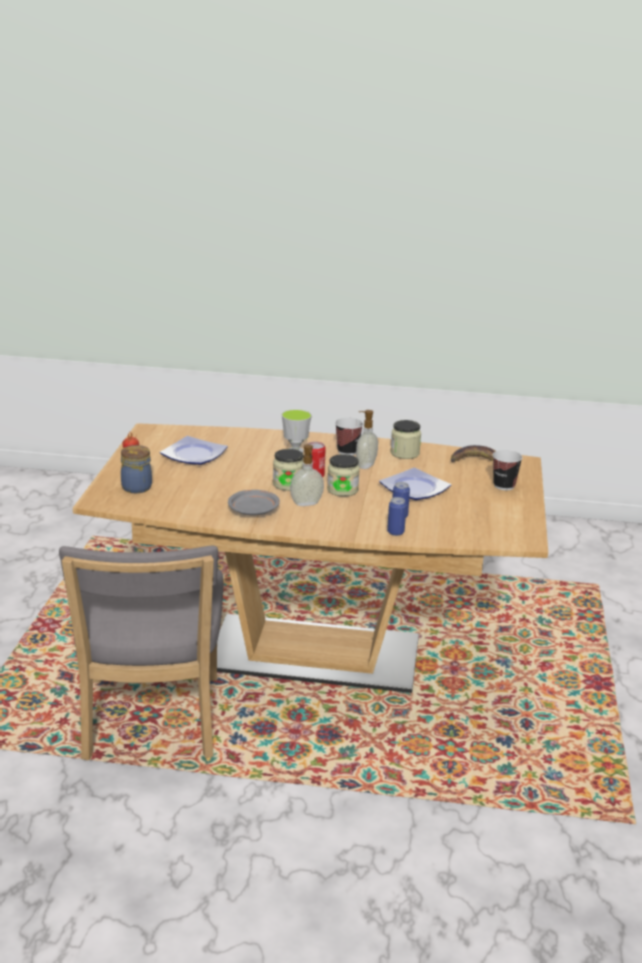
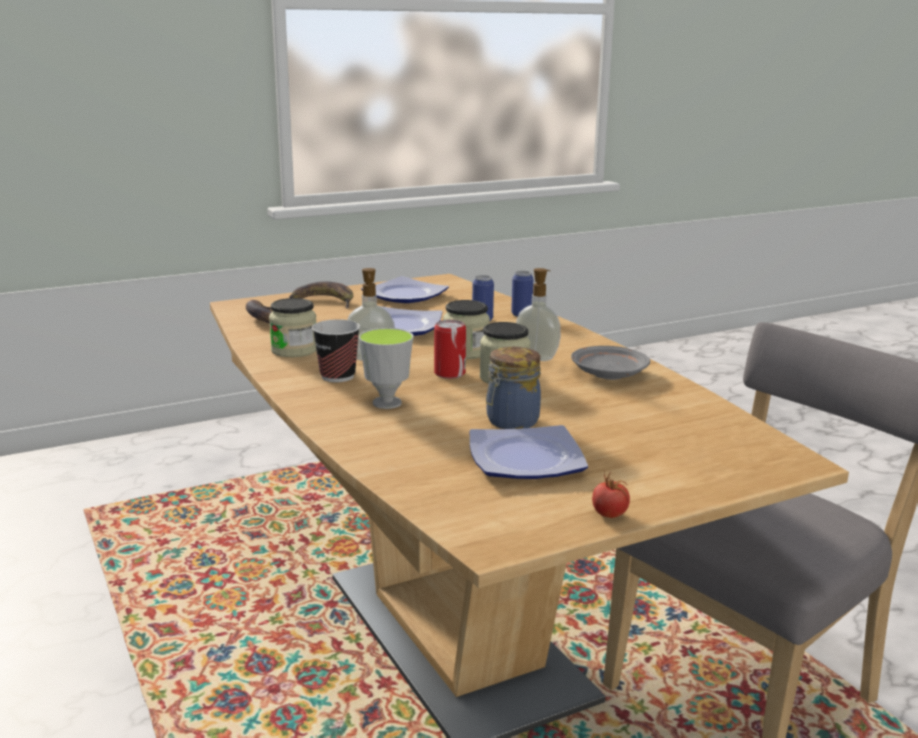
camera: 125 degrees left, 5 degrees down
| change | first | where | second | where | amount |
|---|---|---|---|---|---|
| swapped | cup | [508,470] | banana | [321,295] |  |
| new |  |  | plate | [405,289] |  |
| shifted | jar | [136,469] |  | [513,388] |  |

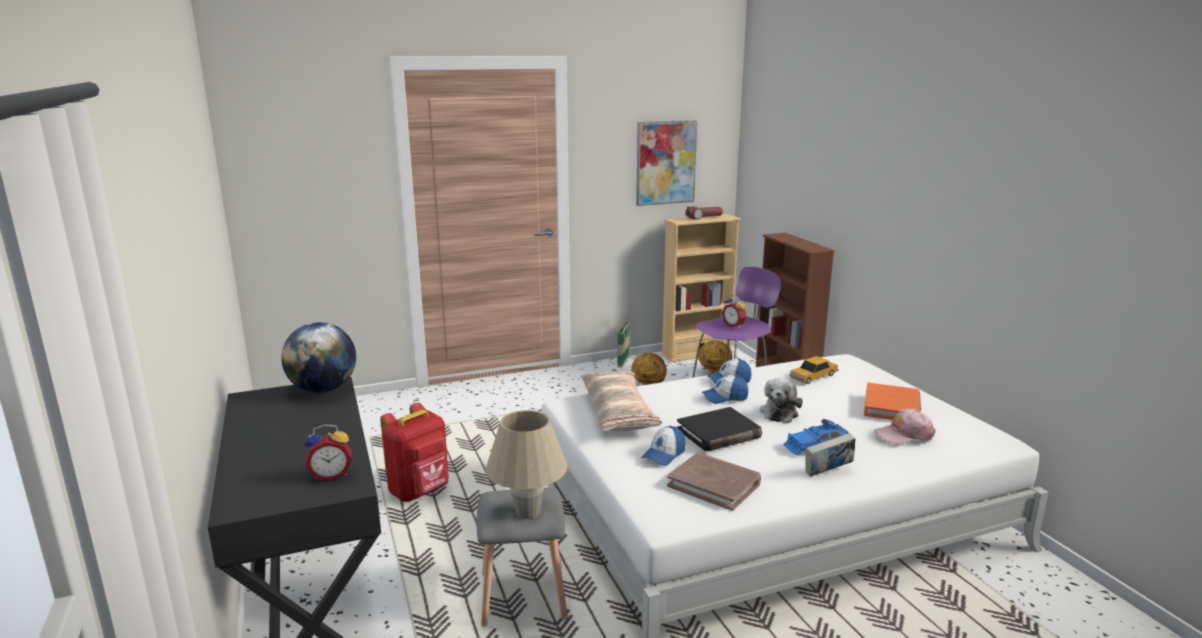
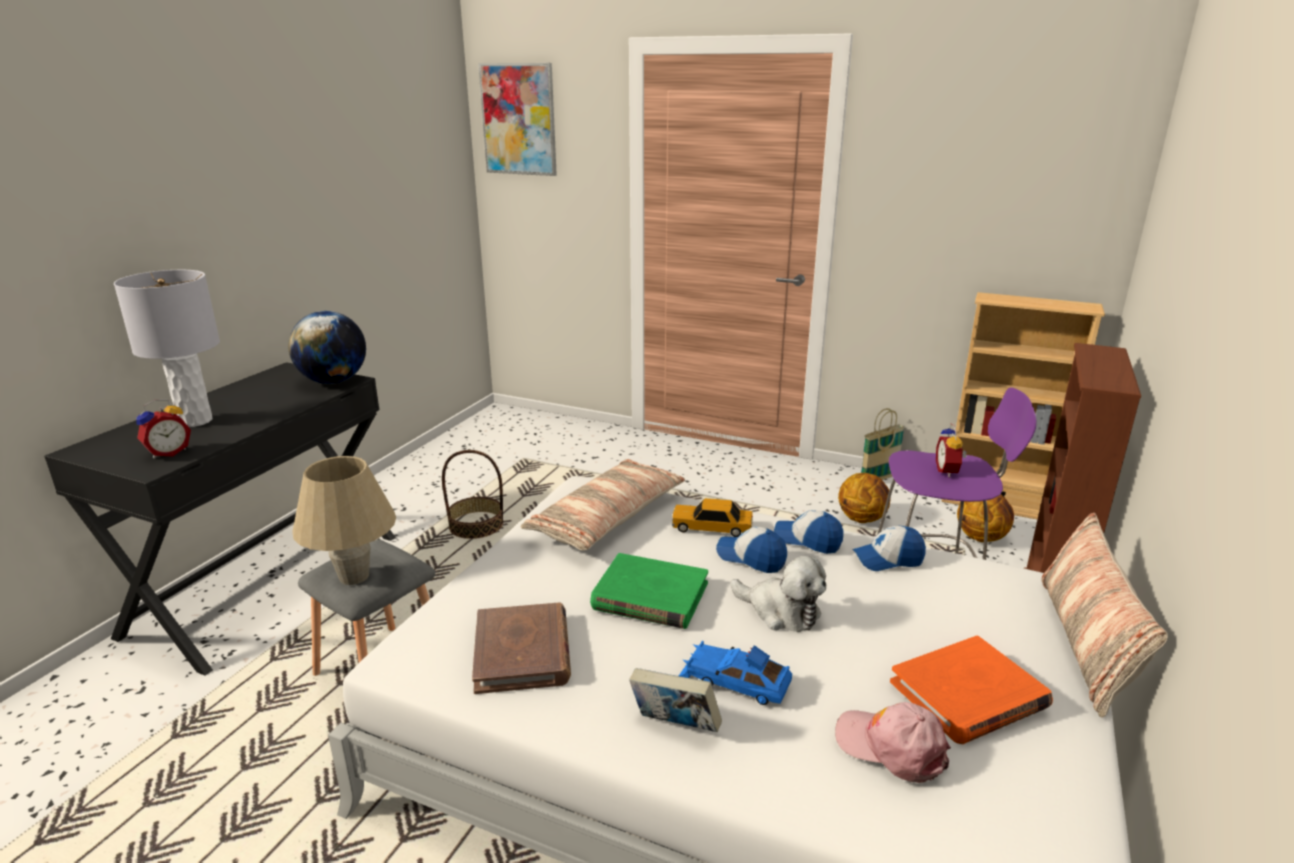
camera: 45 degrees right, 5 degrees up
| change | first | where | second | where | amount |
|---|---|---|---|---|---|
| new |  |  | table lamp (grey) | [167,348] |  |
| rotated | alarm clock | [328,452] |  | [163,429] | 75 degrees counterclockwise |
| swapped | backpack (red) | [414,452] | basket | [472,494] |  |
| shifted | picture | [666,163] |  | [517,119] |  |
| repainted | book (black) | [719,429] | book (green) | [649,591] |  |
| shifted | toy car | [814,370] |  | [712,517] |  |
| rotated | plush toy | [781,400] |  | [778,594] | 120 degrees counterclockwise |
| shifted | cap | [663,446] |  | [889,548] |  |
| new |  |  | pillow | [1104,615] |  |
| gone | flashlight | [704,213] |  |  |  |

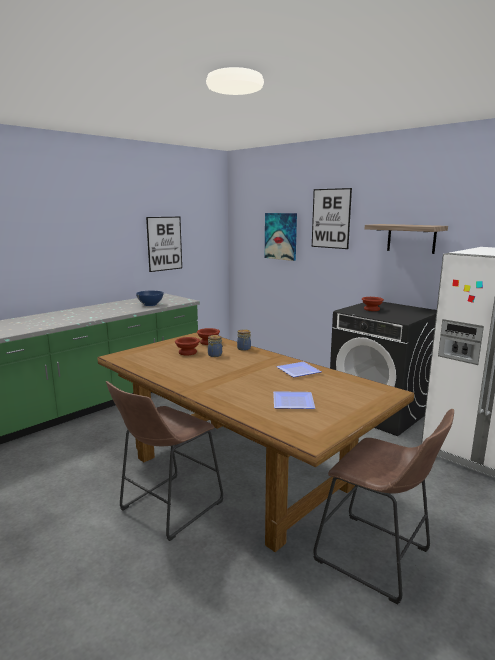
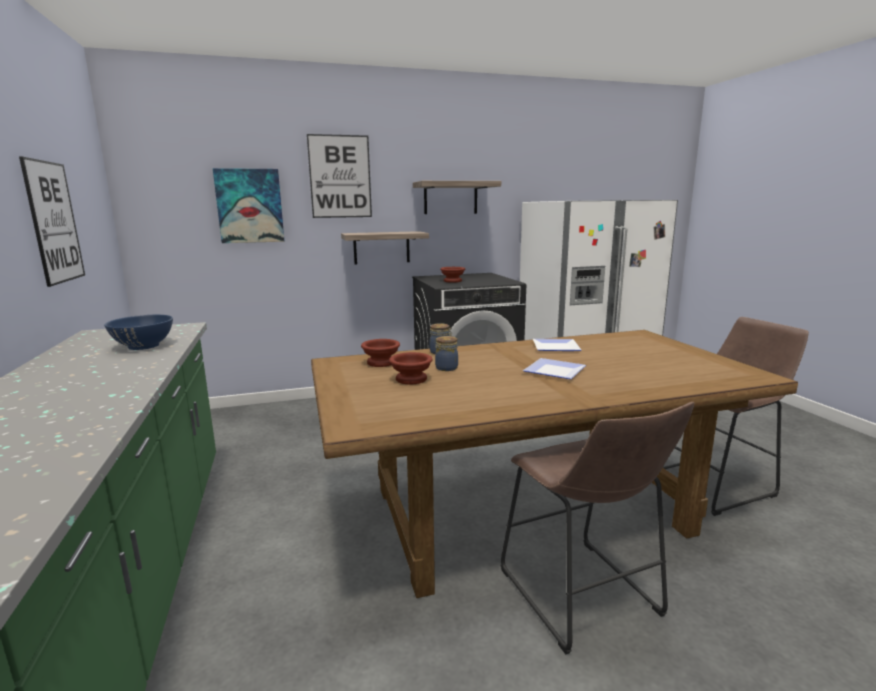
camera: 60 degrees left, 0 degrees up
| change | first | where | second | where | amount |
|---|---|---|---|---|---|
| new |  |  | shelf | [385,247] |  |
| shifted | plate | [294,400] |  | [554,368] |  |

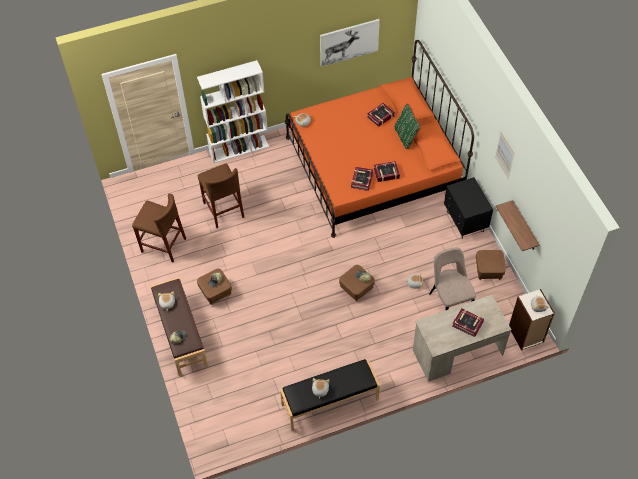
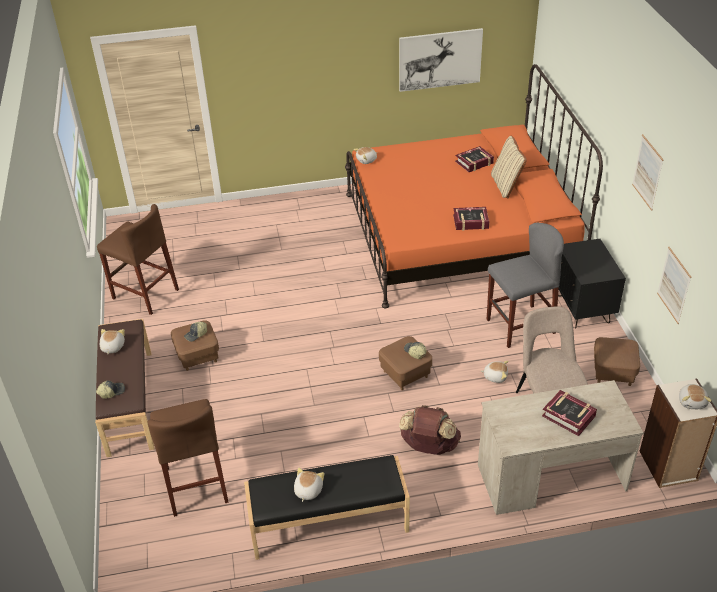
camera: 10 degrees right, 15 degrees down
| change | first | where | second | where | amount |
|---|---|---|---|---|---|
| shifted | stool (brown) | [220,196] |  | [188,458] |  |
| new |  |  | backpack (brown) | [430,430] |  |
| new |  |  | stool (grey) | [525,285] |  |
| repainted | pillow (green) | [407,126] | pillow (beige) | [509,166] |  |
| swapped | shelf | [518,225] | picture | [674,285] |  |
| gone | bookcase (white) | [233,111] |  |  |  |
| gone | book | [362,179] |  |  |  |

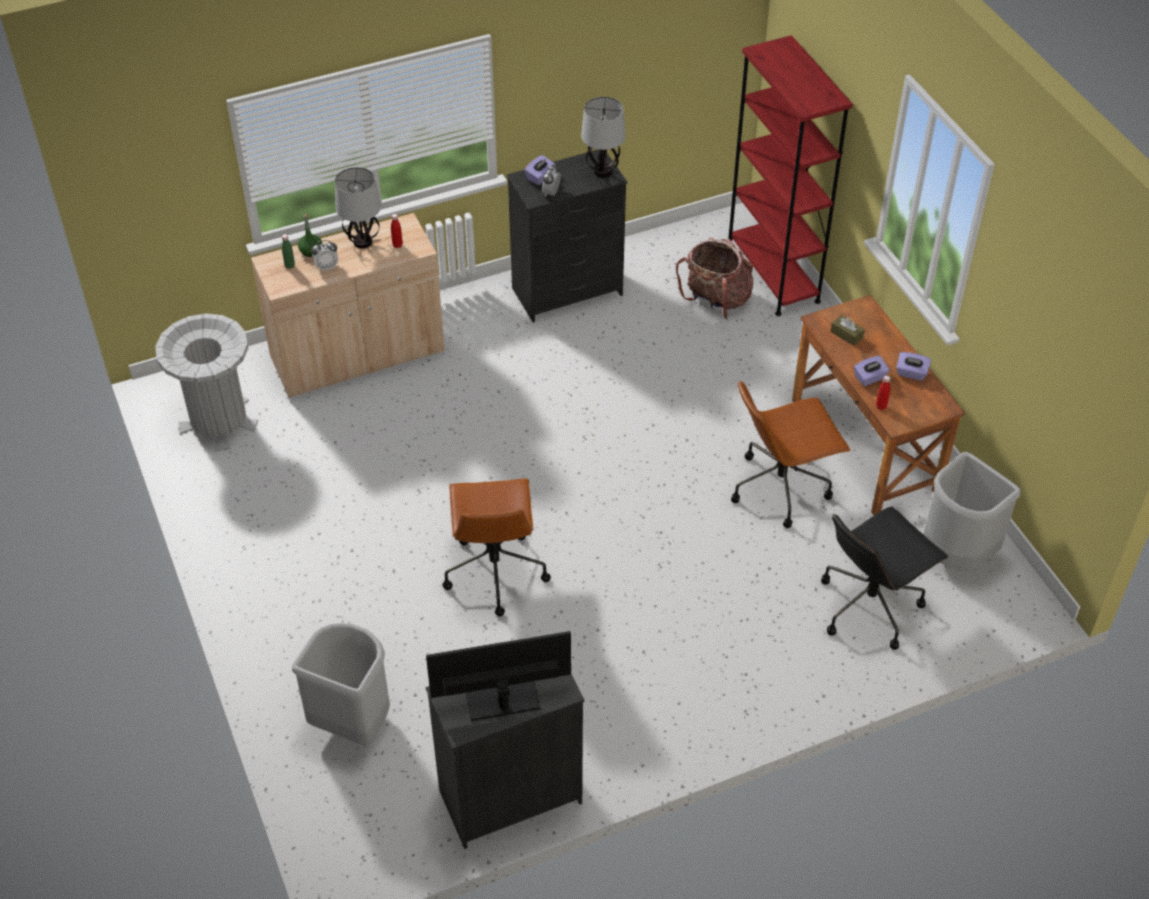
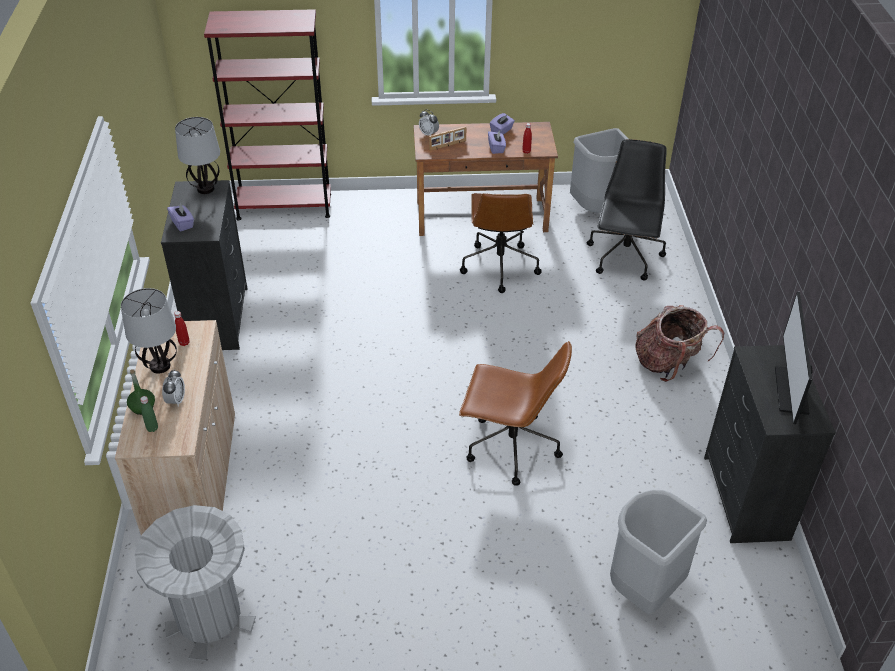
camera: 70 degrees left, 5 degrees down
| change | first | where | second | where | amount |
|---|---|---|---|---|---|
| shifted | alarm clock | [551,180] |  | [429,122] |  |
| swapped | tissue box (brown) | [847,330] | picture frame | [447,138] |  |
| rotated | office chair (black) | [884,578] |  | [627,209] | 150 degrees counterclockwise |
| shifted | backpack | [714,278] |  | [680,343] |  |

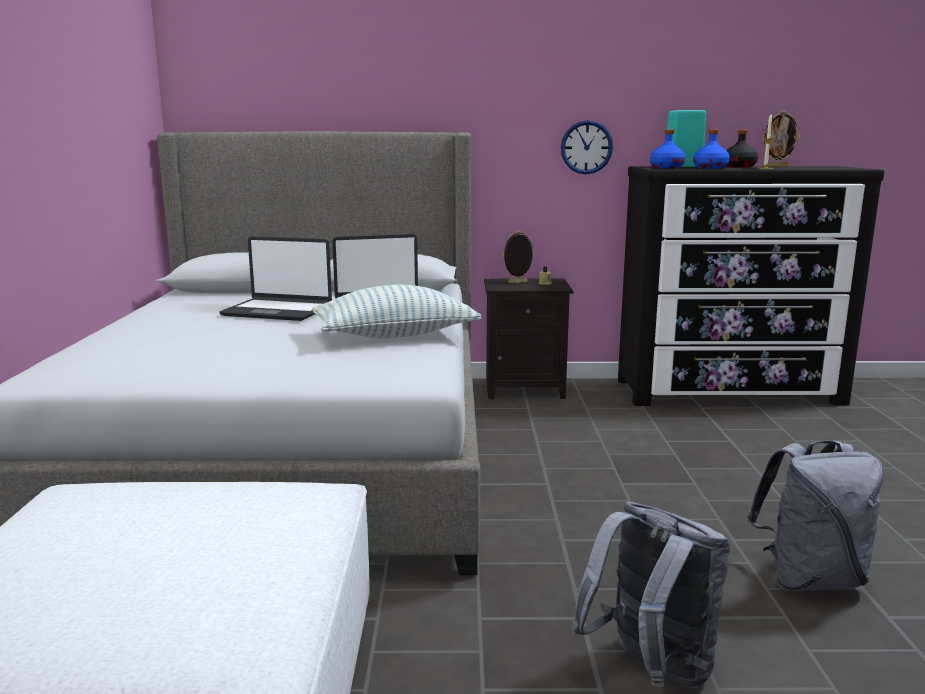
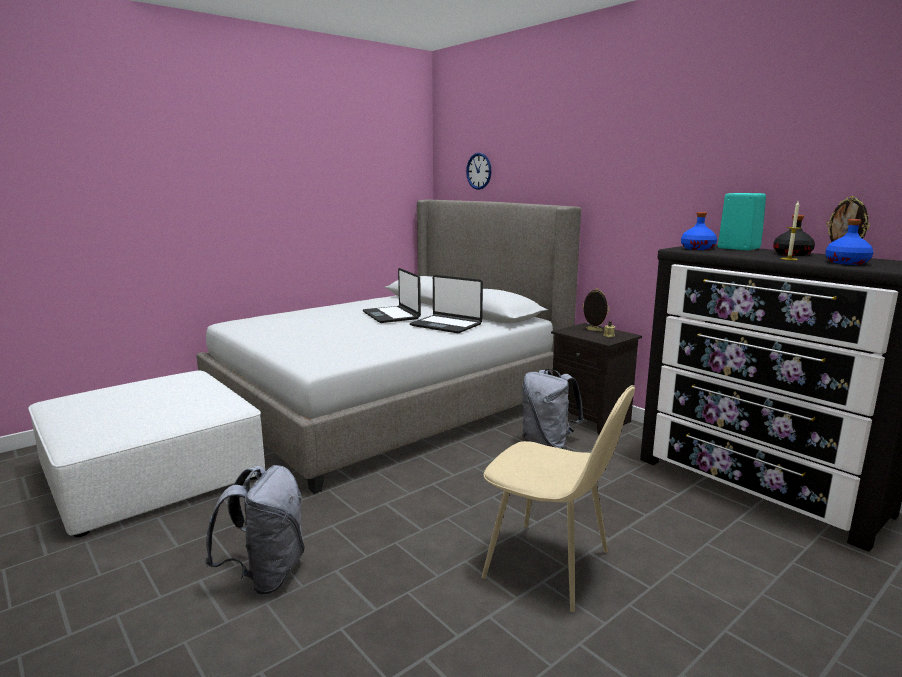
camera: 50 degrees right, 0 degrees up
| change | first | where | second | where | amount |
|---|---|---|---|---|---|
| shifted | wall clock | [587,147] |  | [479,171] |  |
| new |  |  | chair (beige) | [558,498] |  |
| shifted | backpack (grey) | [815,515] |  | [552,409] |  |
| shifted | bottle (blue) | [711,149] |  | [849,242] |  |
| gone | pillow | [397,311] |  |  |  |

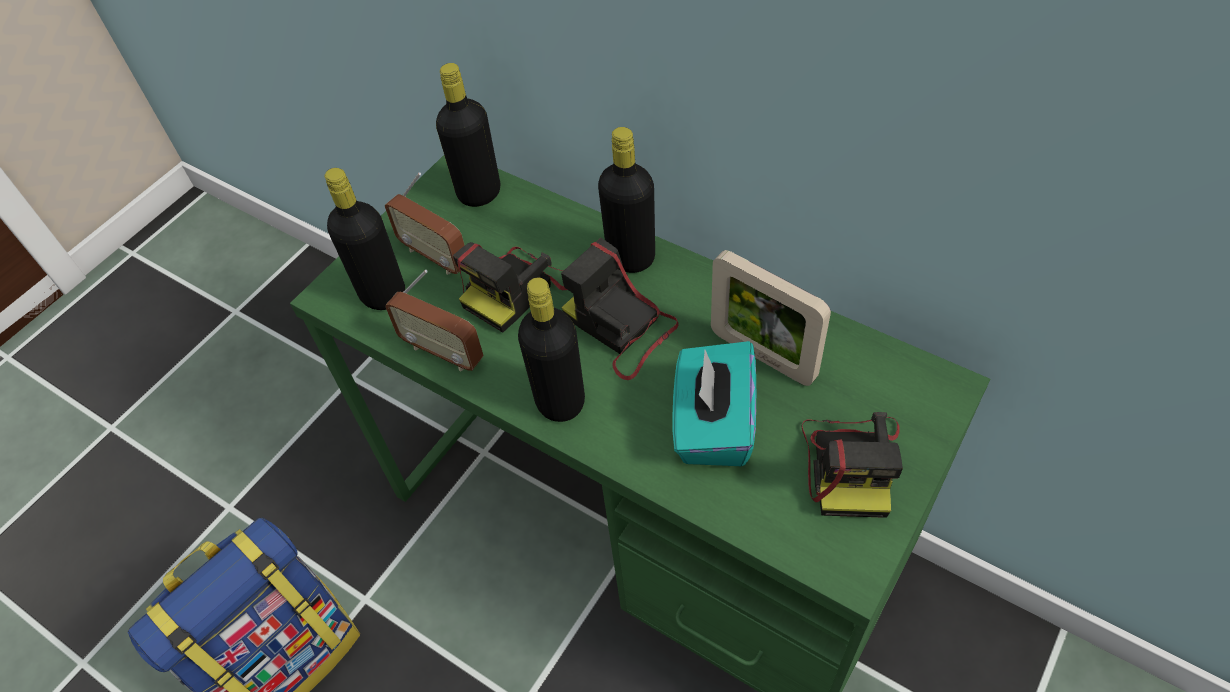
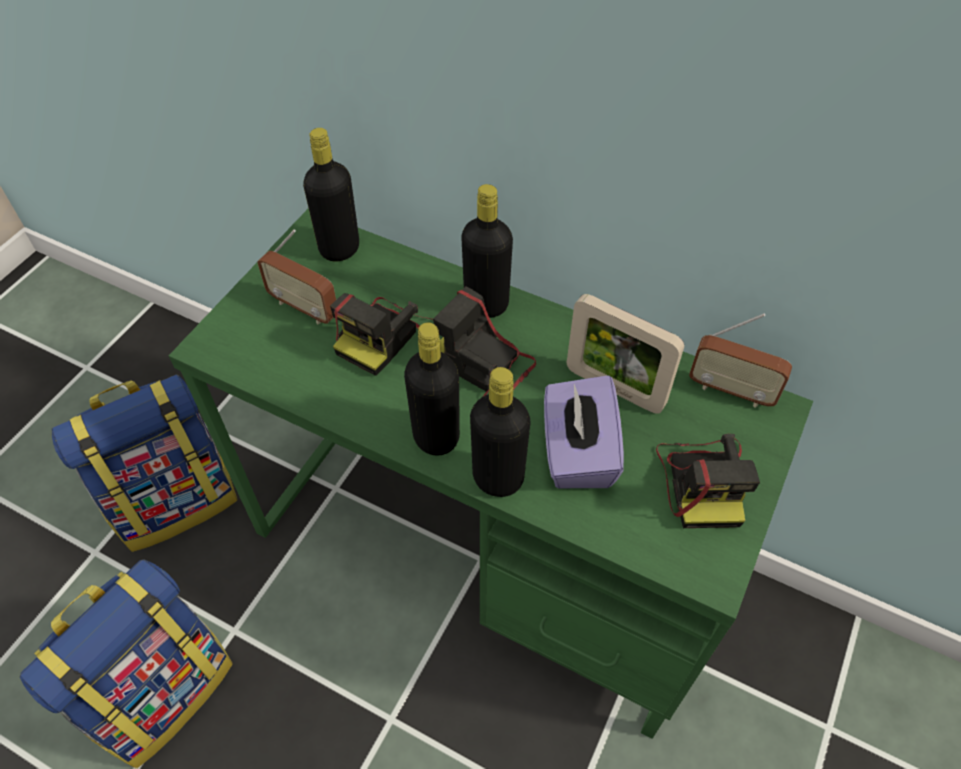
camera: 10 degrees left, 0 degrees up
| change | first | where | second | where | amount |
|---|---|---|---|---|---|
| new |  |  | backpack | [145,463] |  |
| shifted | bottle (black) | [365,239] |  | [500,432] |  |
| repainted | tissue box (turquoise) | [714,403] | tissue box (purple) | [584,431] |  |
| shifted | radio | [434,321] |  | [740,361] |  |

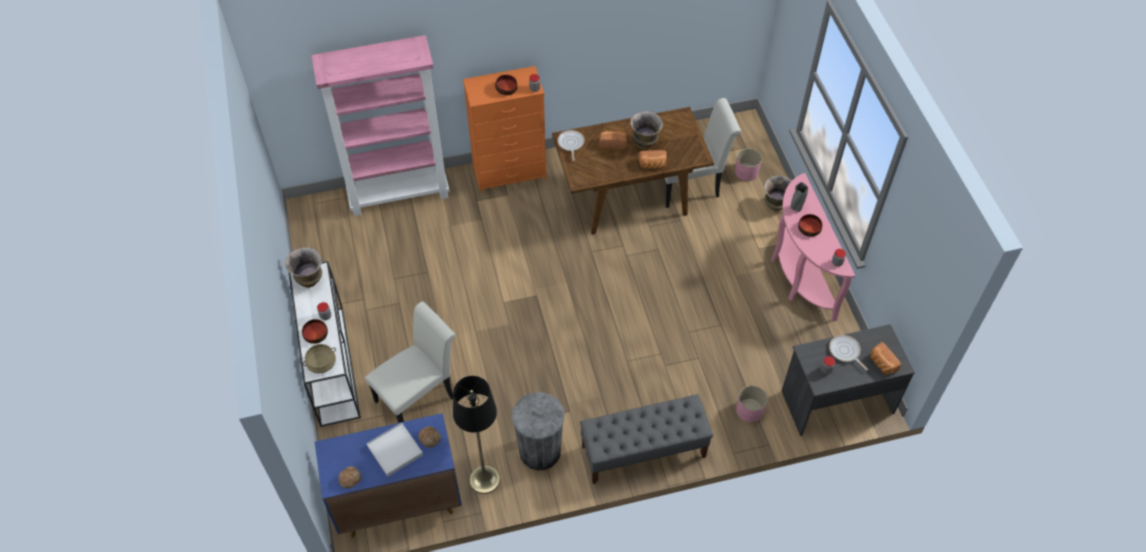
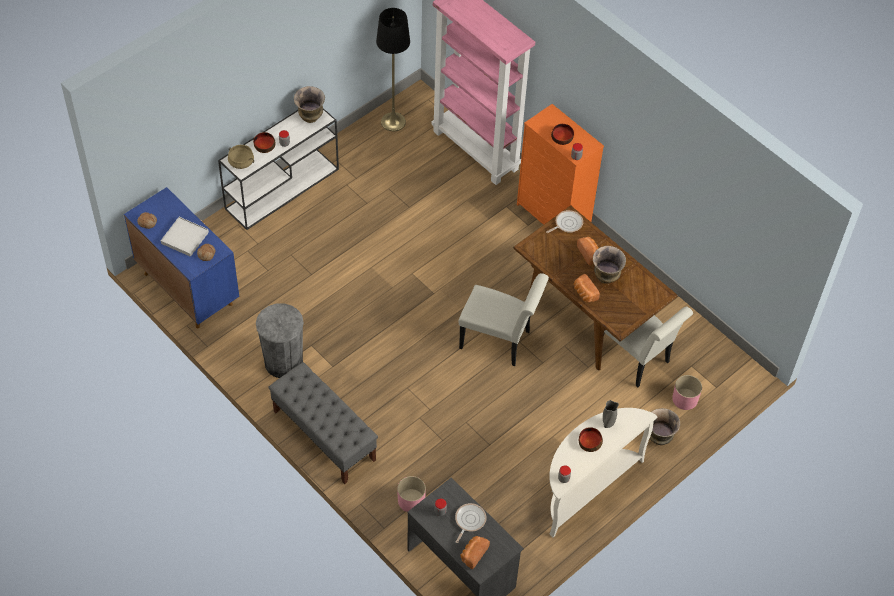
camera: 60 degrees right, 0 degrees up
| change | first | where | second | where | amount |
|---|---|---|---|---|---|
| shifted | floor lamp (black) | [476,435] |  | [393,69] |  |
| shifted | chair (white) | [410,362] |  | [504,319] |  |
| repainted | console table (pink) | [813,247] | console table (white) | [603,473] |  |

